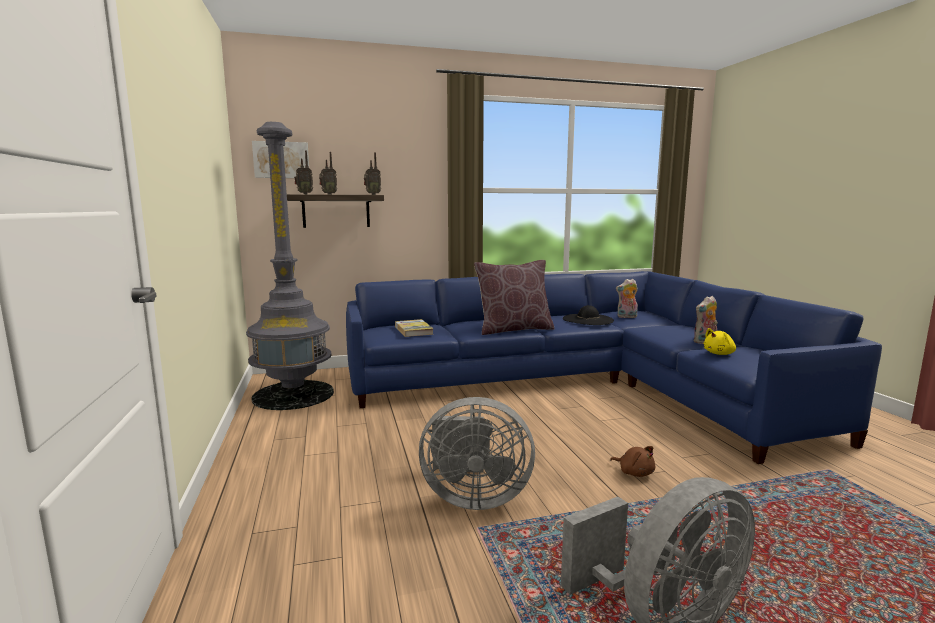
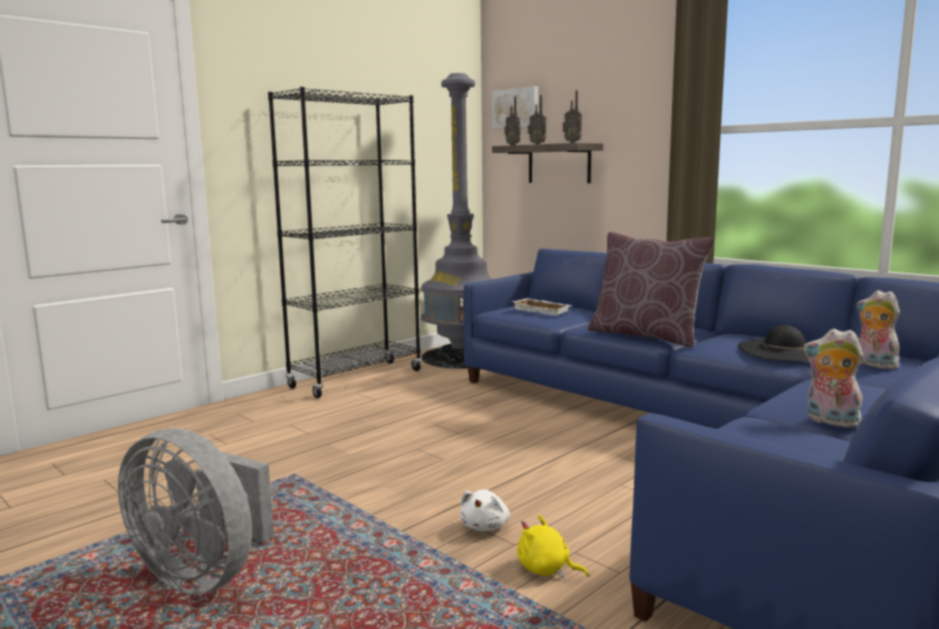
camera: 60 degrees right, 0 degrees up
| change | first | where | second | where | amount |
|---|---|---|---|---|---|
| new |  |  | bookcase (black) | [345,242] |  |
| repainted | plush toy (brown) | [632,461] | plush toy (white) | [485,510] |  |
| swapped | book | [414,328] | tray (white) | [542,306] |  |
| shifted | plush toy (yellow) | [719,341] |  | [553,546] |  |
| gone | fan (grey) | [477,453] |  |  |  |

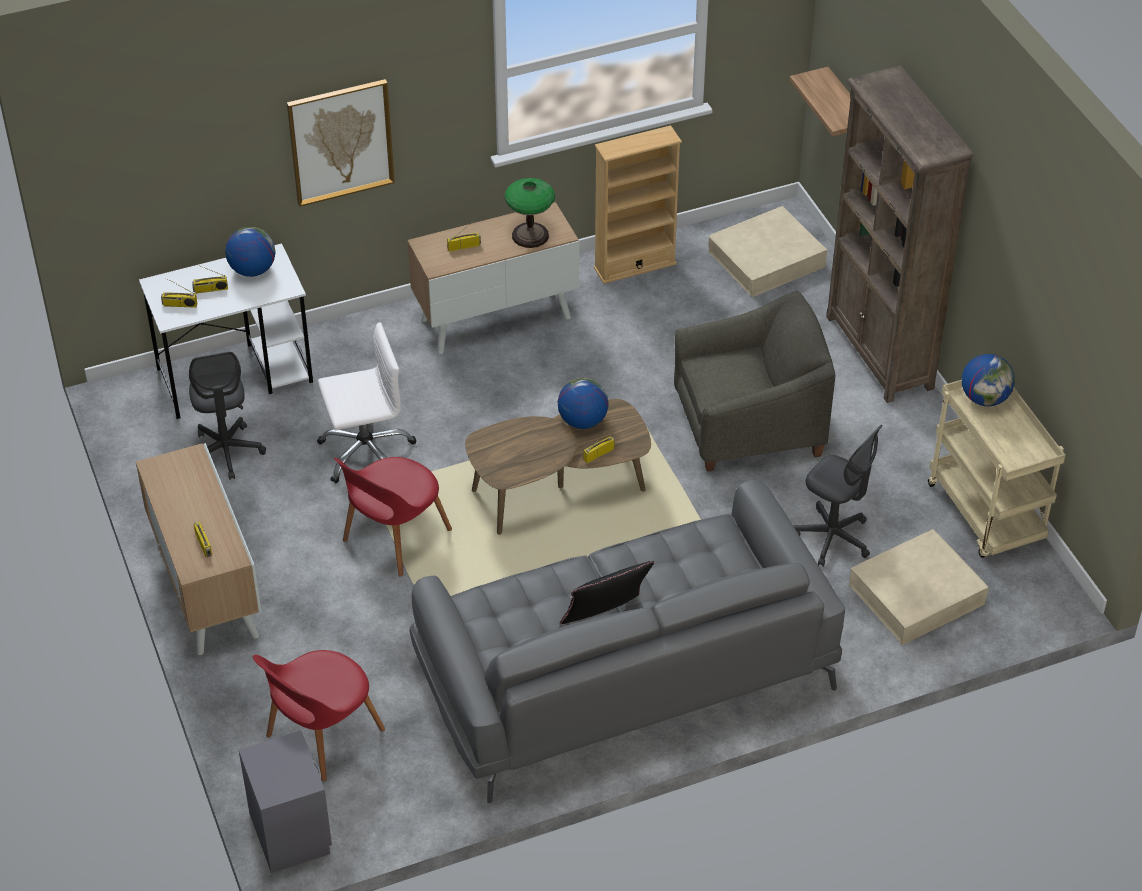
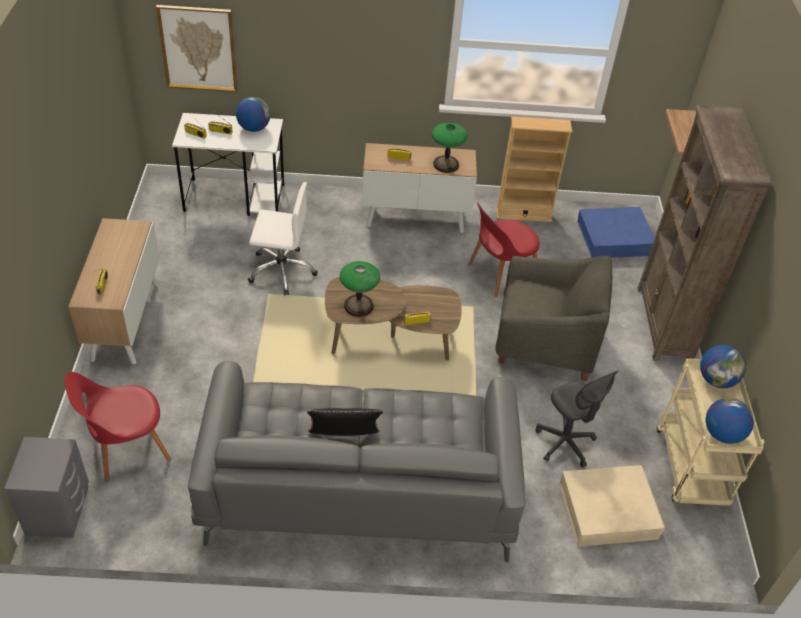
camera: 20 degrees right, 0 degrees up
| change | first | where | second | where | amount |
|---|---|---|---|---|---|
| shifted | picture | [341,142] |  | [196,48] |  |
| new |  |  | table lamp | [360,289] |  |
| shifted | chair (red) | [393,516] |  | [504,250] |  |
| repainted | storage box (beige) | [768,251] | storage box (blue) | [616,232] |  |
| shifted | globe | [583,403] |  | [729,421] |  |
| gone | office chair (grey) | [227,416] |  |  |  |

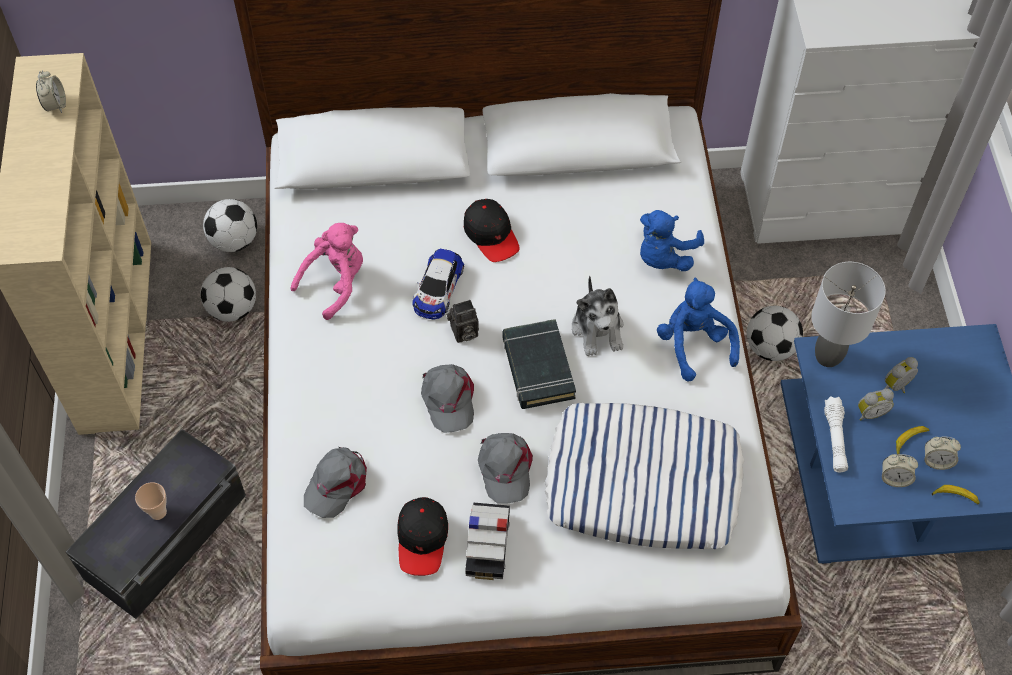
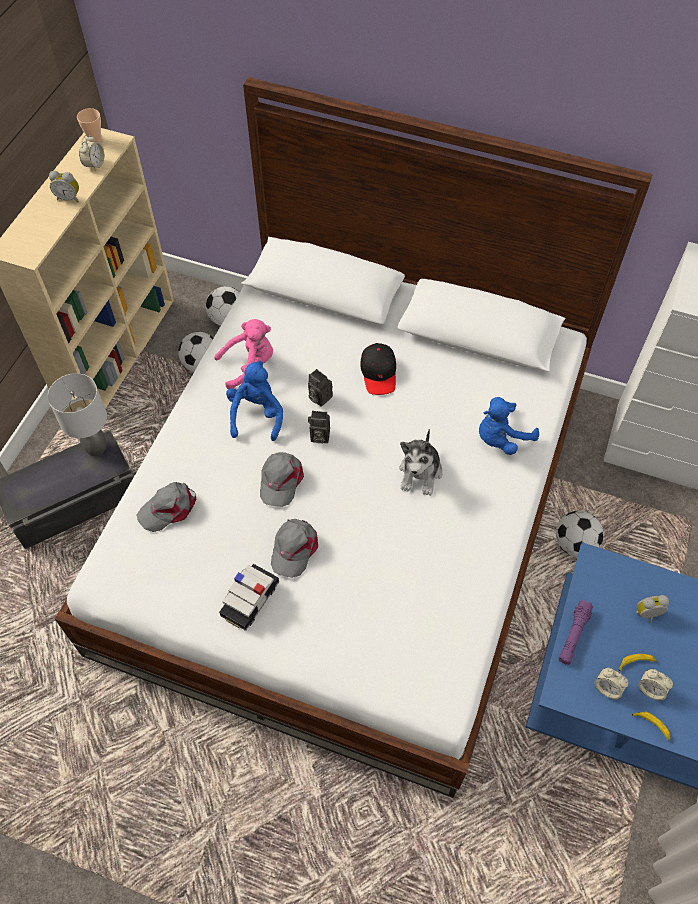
camera: 25 degrees right, 0 degrees up
| change | first | where | second | where | amount |
|---|---|---|---|---|---|
| shifted | table lamp (grey) | [848,314] |  | [77,414] |  |
| shifted | alarm clock | [876,404] |  | [64,186] |  |
| shifted | cup | [151,501] |  | [89,125] |  |
| shifted | plush toy (blue) | [698,329] |  | [254,401] |  |
| swapped | toy car | [438,284] | photo camera | [320,387] |  |
| repainted | flashlight (white) | [836,434] | flashlight (purple) | [575,632] |  |
| gone | cap (black) | [422,536] |  |  |  |
| gone | book (black) | [539,364] |  |  |  |
| gone | pillow | [645,476] |  |  |  |

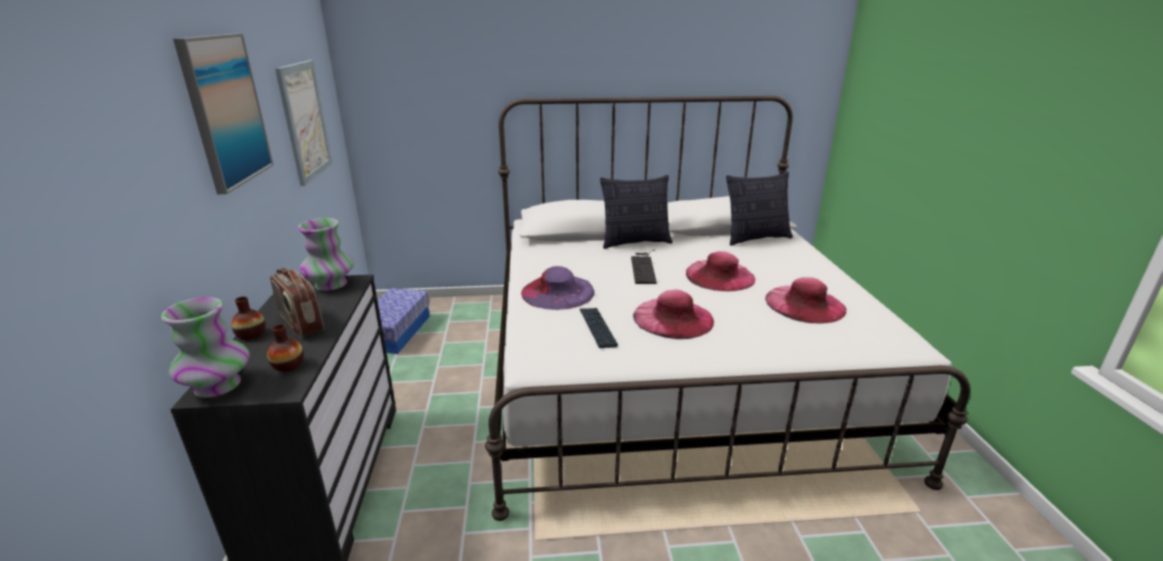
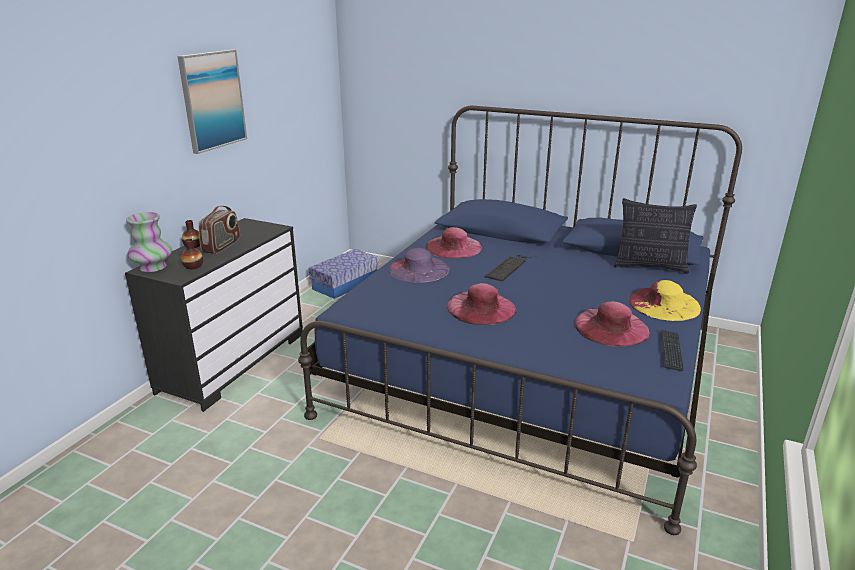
camera: 30 degrees right, 0 degrees up
| change | first | where | second | where | amount |
|---|---|---|---|---|---|
| rotated | radio | [297,303] |  | [219,230] | 150 degrees counterclockwise |
| repainted | bed (white) | [727,308] | bed (blue) | [520,320] |  |
| shifted | hat (pink) | [721,271] |  | [453,242] |  |
| new |  |  | hat (yellow) | [664,300] |  |
| shifted | keyboard | [599,328] |  | [672,350] |  |
| gone | picture | [304,123] |  |  |  |
| gone | vase | [326,254] |  |  |  |
| gone | pillow | [636,212] |  |  |  |

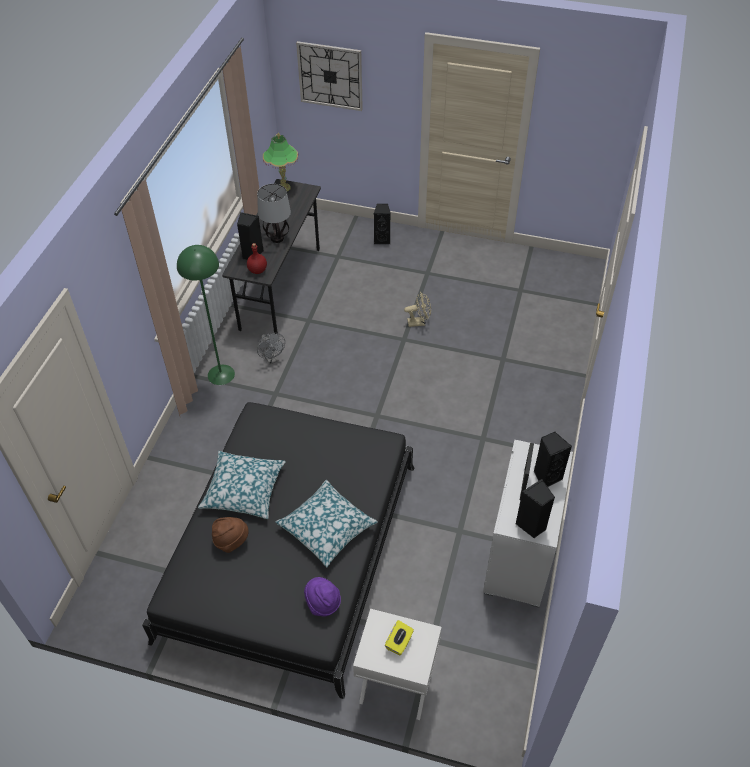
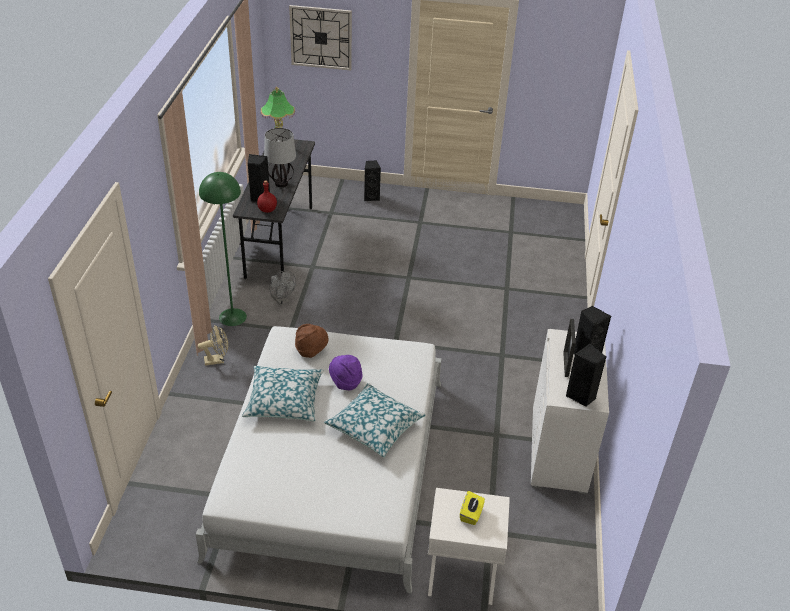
camera: 10 degrees left, 10 degrees down
| change | first | where | second | where | amount |
|---|---|---|---|---|---|
| repainted | bed (black) | [278,550] | bed (white) | [318,459] |  |
| shifted | fan (beige) | [417,309] |  | [213,345] |  |
| shifted | hat (brown) | [230,535] |  | [311,341] |  |
| shifted | hat (purple) | [322,597] |  | [346,372] |  |

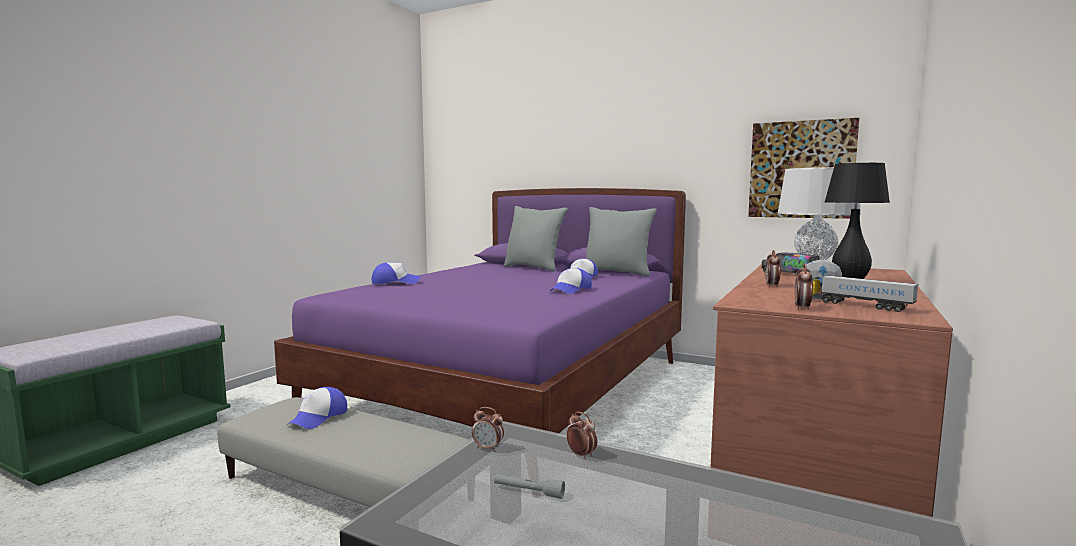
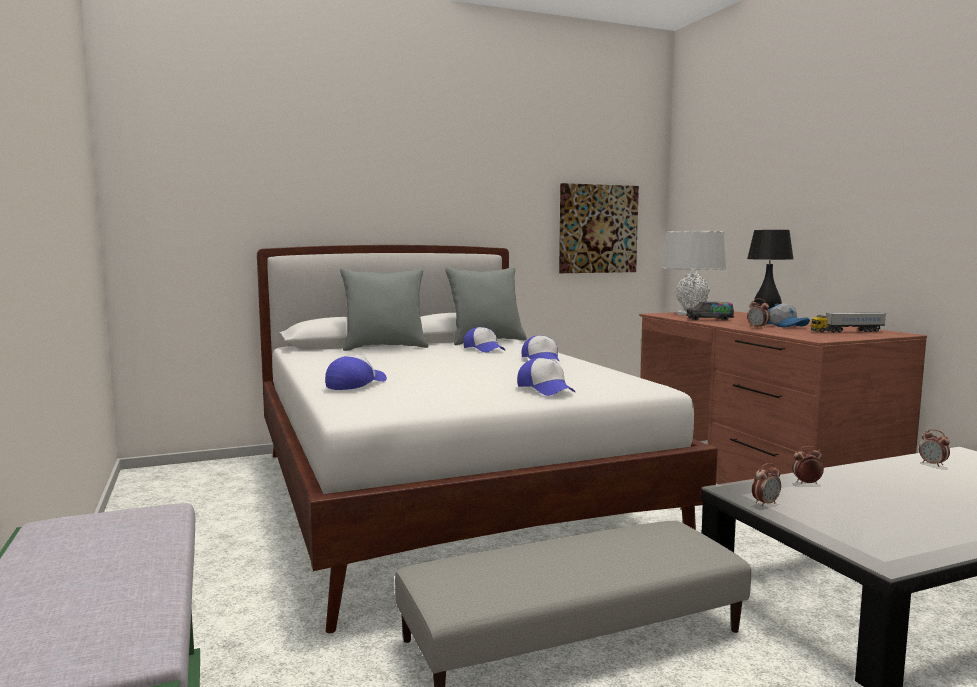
camera: 50 degrees left, 0 degrees up
| change | first | where | second | where | amount |
|---|---|---|---|---|---|
| repainted | bed (purple) | [480,310] | bed (white) | [487,439] |  |
| shifted | cap | [317,408] |  | [546,377] |  |
| shifted | alarm clock | [803,286] |  | [934,448] |  |
| gone | flashlight (grey) | [529,486] |  |  |  |

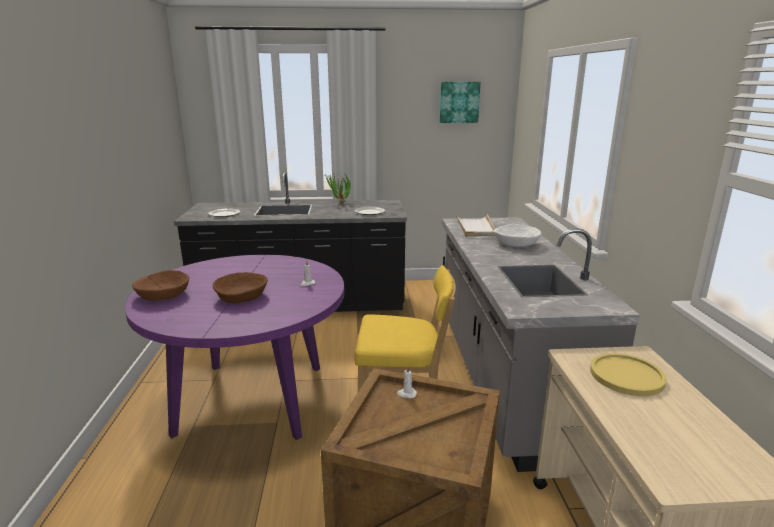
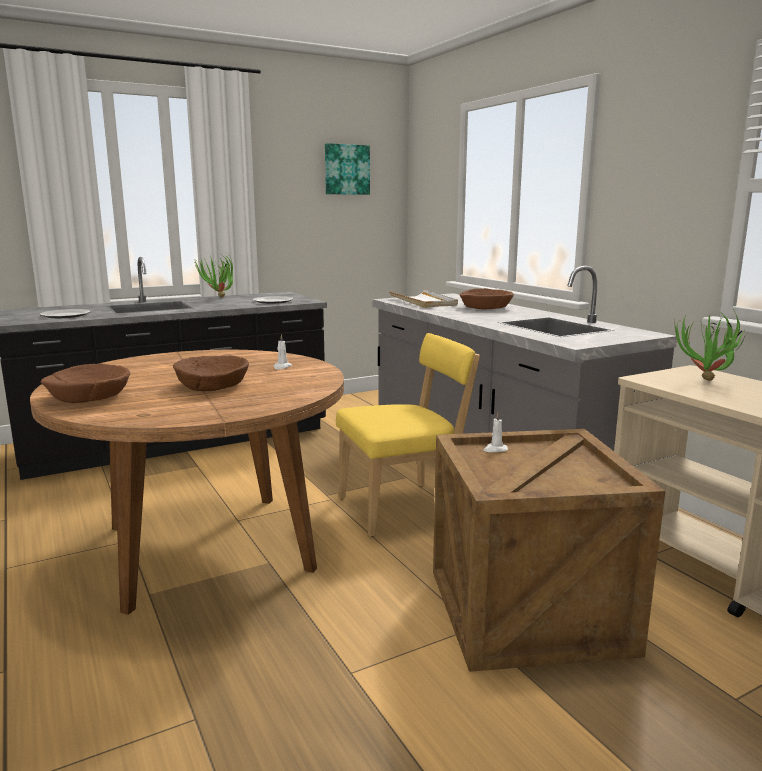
camera: 25 degrees left, 5 degrees down
| change | first | where | second | where | amount |
|---|---|---|---|---|---|
| repainted | dining table (purple) | [235,347] | dining table (brown) | [187,482] |  |
| repainted | bowl (white) | [518,235] | bowl (brown) | [487,298] |  |
| swapped | plate (yellow) | [628,374] | potted plant | [712,345] |  |

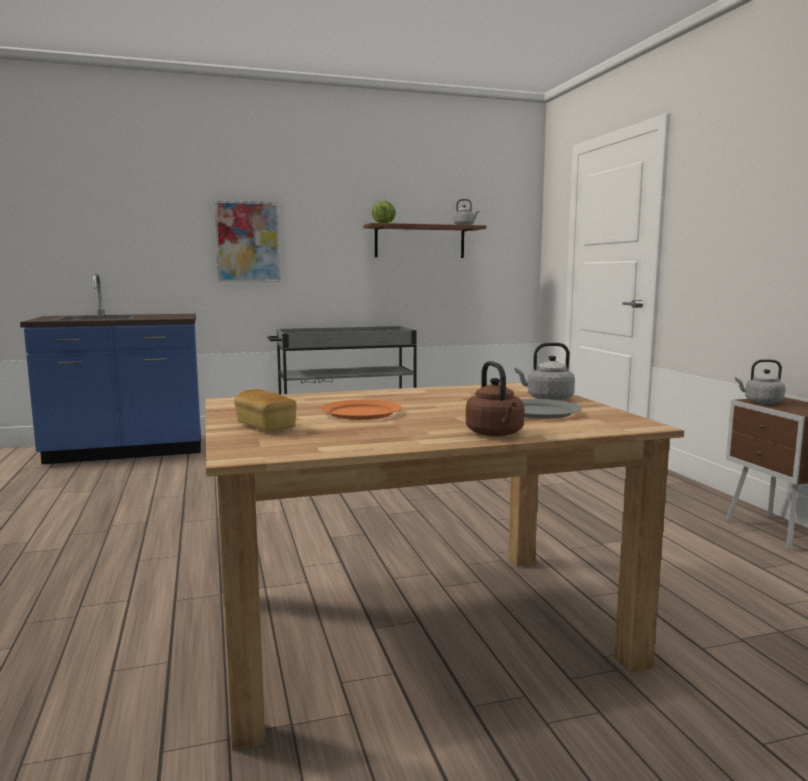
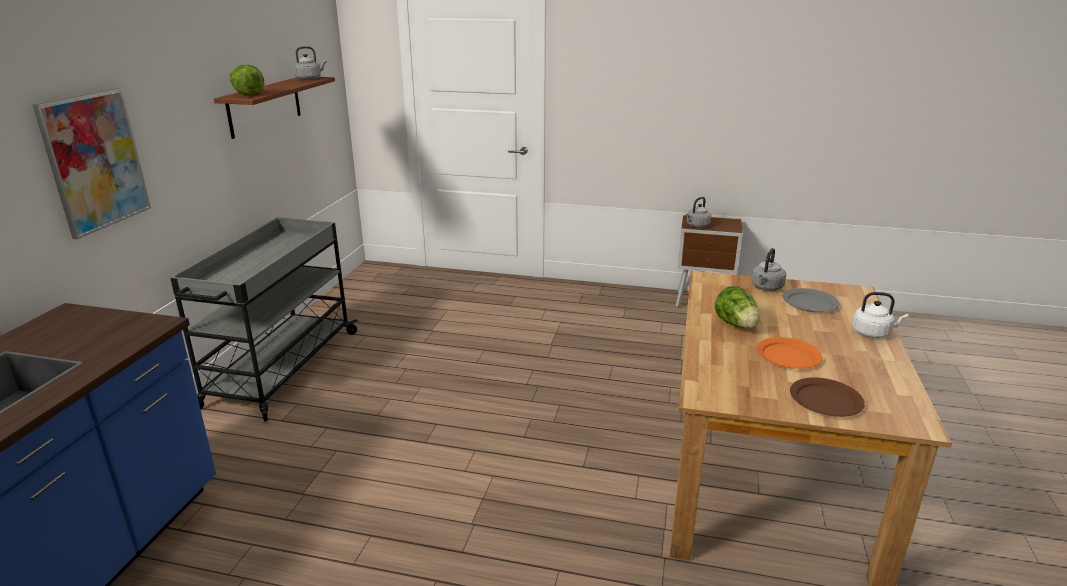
camera: 60 degrees left, 15 degrees up
| change | first | where | second | where | amount |
|---|---|---|---|---|---|
| new |  |  | lettuce | [737,307] |  |
| swapped | bread | [265,410] | plate (brown) | [827,397] |  |
| repainted | kettle (brown) | [495,399] | kettle (white) | [880,315] |  |

